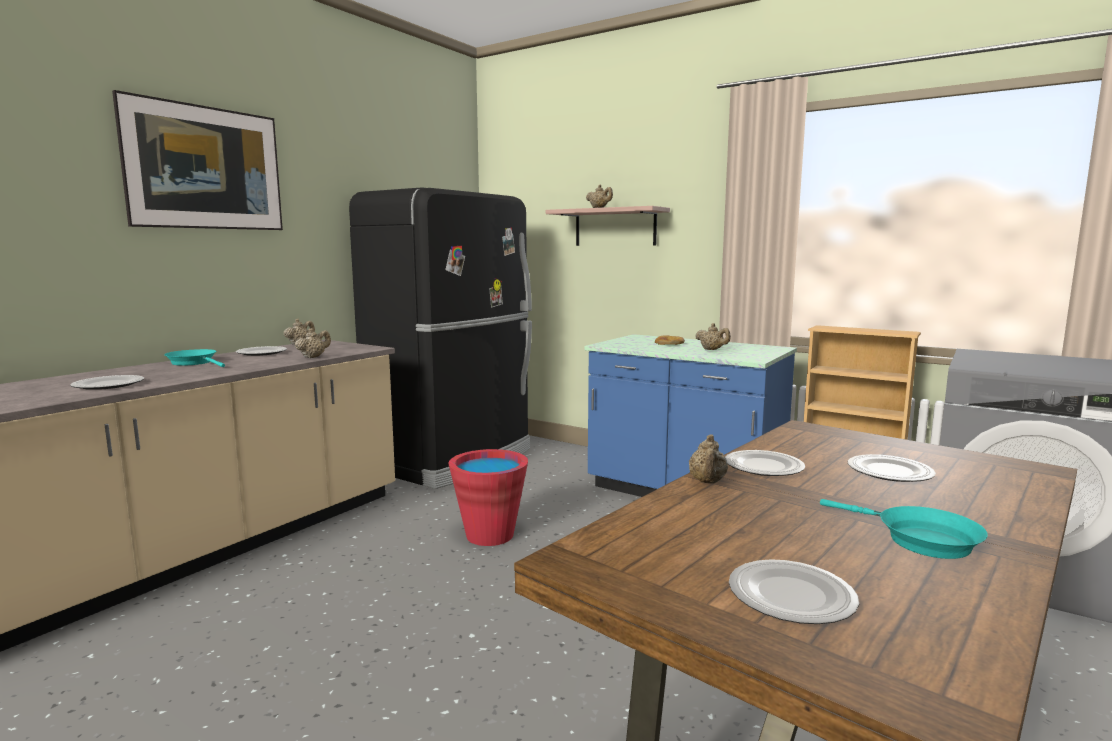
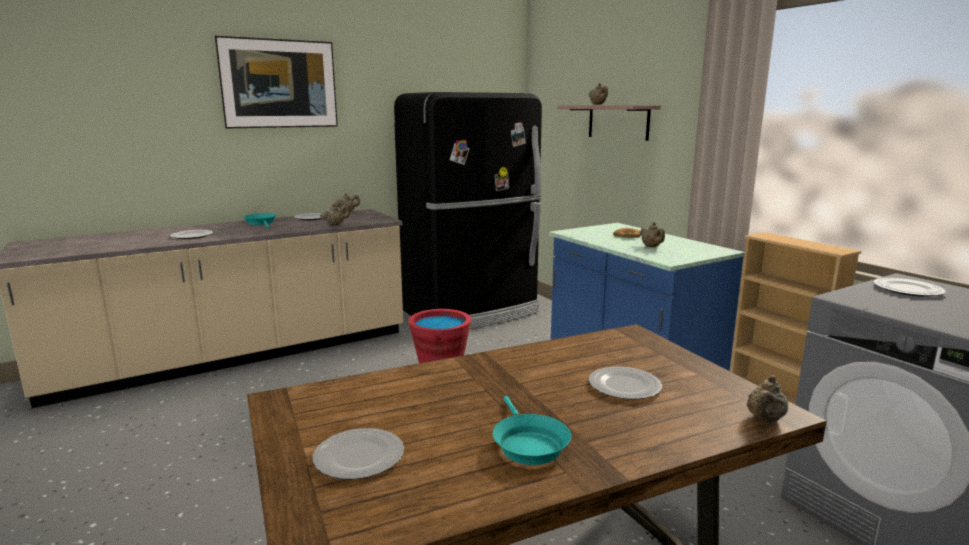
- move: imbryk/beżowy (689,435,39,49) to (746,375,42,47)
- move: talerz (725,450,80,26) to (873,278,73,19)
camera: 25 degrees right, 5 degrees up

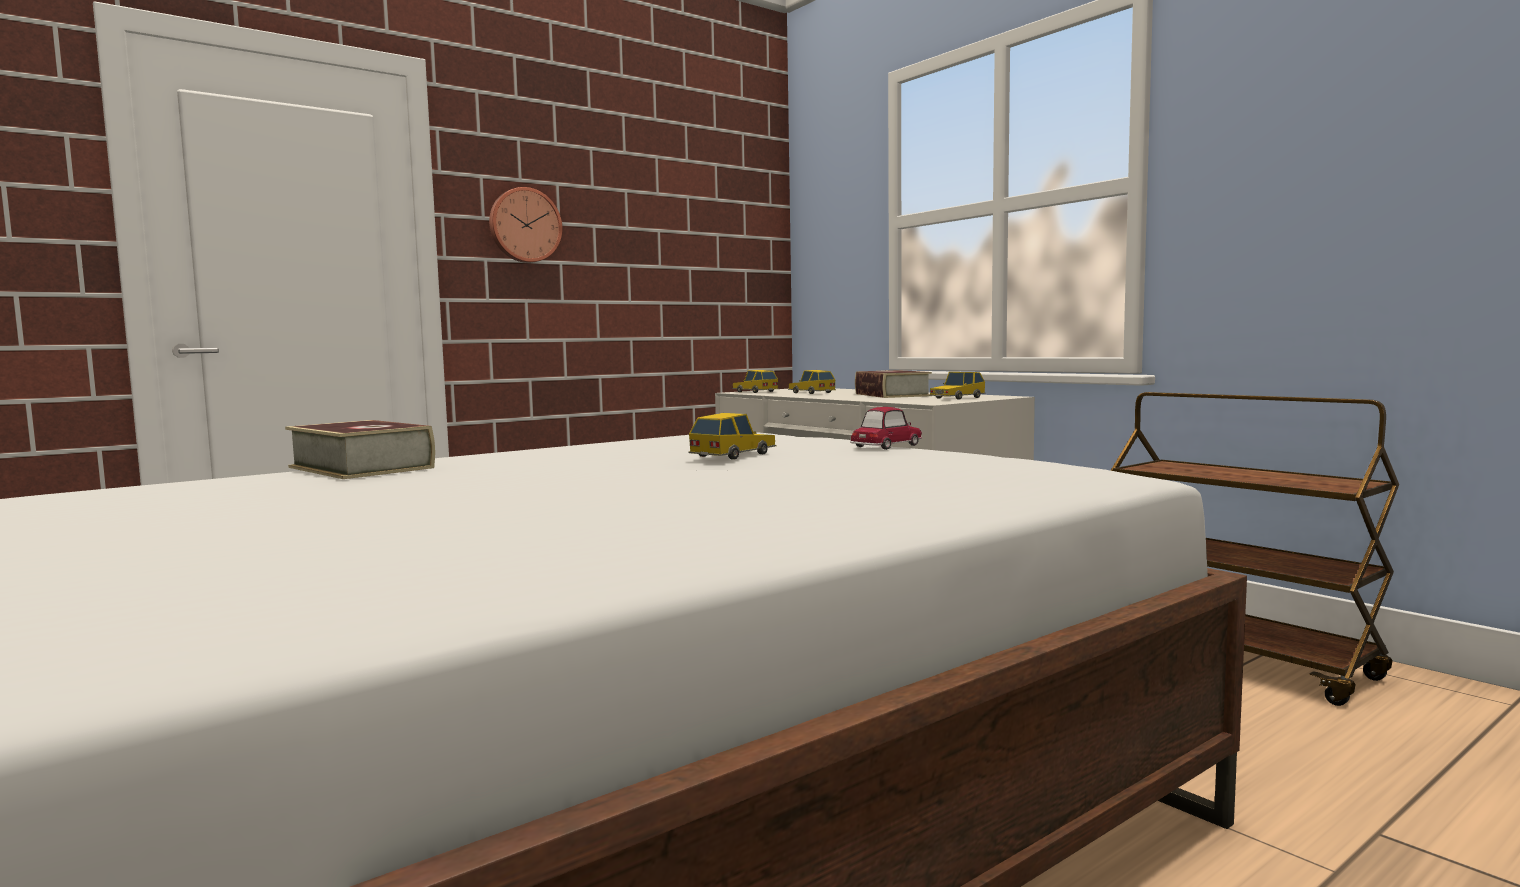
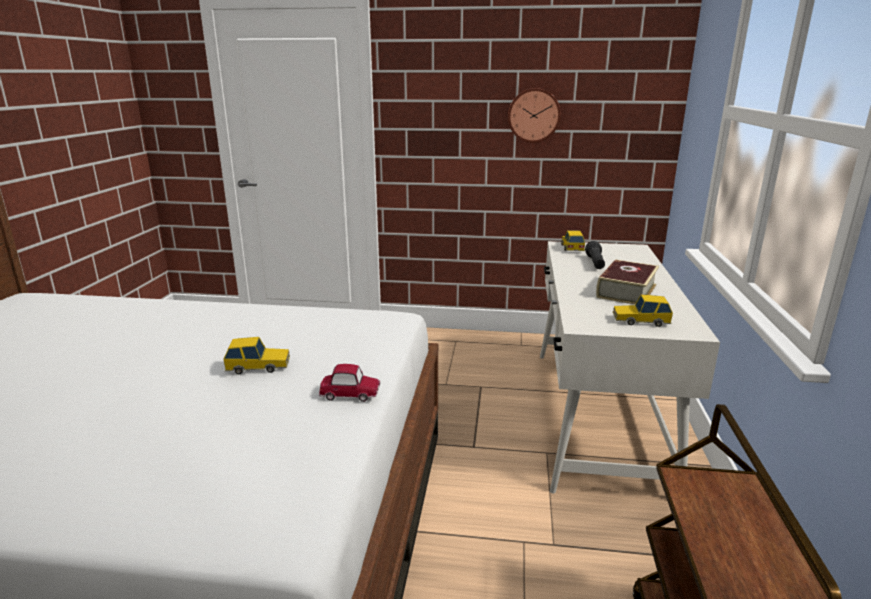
- delete: książka (285,420,150,59)
- move: zegar ścienny (489,187,73,76) to (508,88,53,55)
- replace: samochodzik (788,370,48,24) to latarka/czarny (585,241,20,28)
camera: 45 degrees right, 15 degrees up

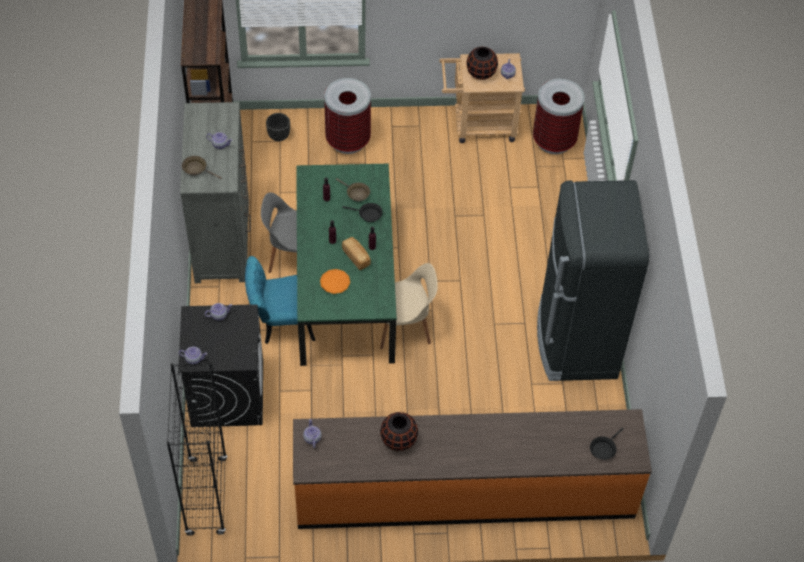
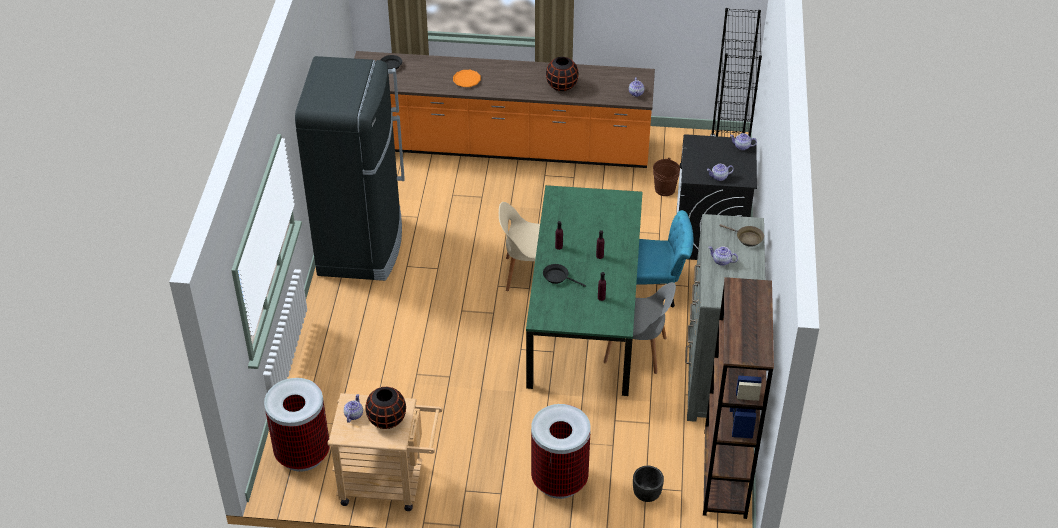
- move: talerz/pomarańczowy (320,269,30,25) to (453,70,28,17)
- delete: patelnia/brązowy (336,178,34,24)
- delete: chleb (342,237,29,33)
- insert: wiadro/brązowy (653,158,27,38)
camera: 170 degrees left, 10 degrees down

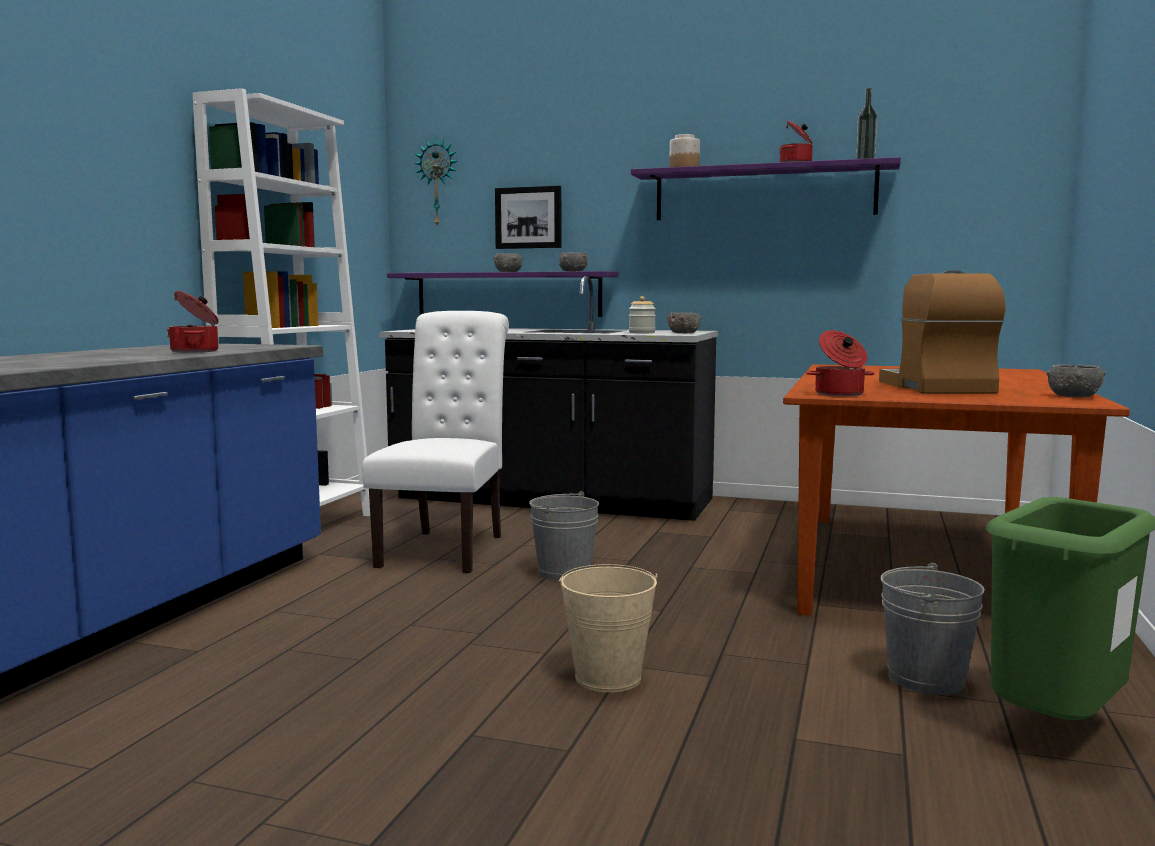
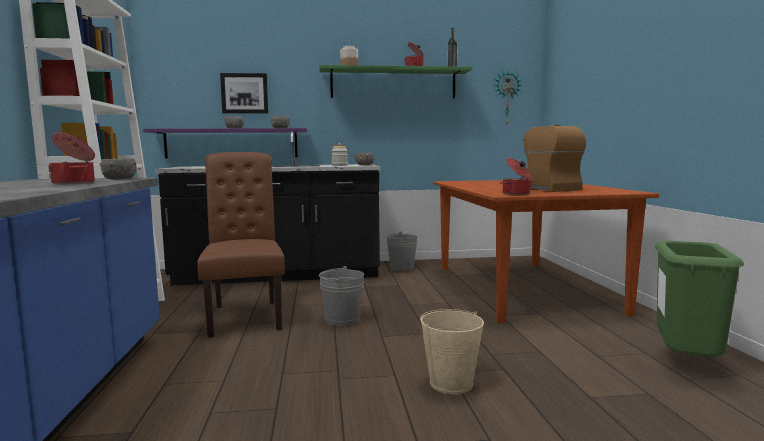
- recolor: krzesło/biały (362,311,147,262) to krzesło/brązowy (197,152,88,185)
- move: zegar ścienny (414,137,44,91) to (494,69,28,55)
- recolor: półka/fioletowy (631,157,270,63) to półka/zielony (320,65,152,33)
- move: wiadro/szary (880,563,105,132) to (386,231,32,40)
- move: miska/szary (1047,364,58,33) to (100,158,37,22)
camera: 25 degrees left, 0 degrees up

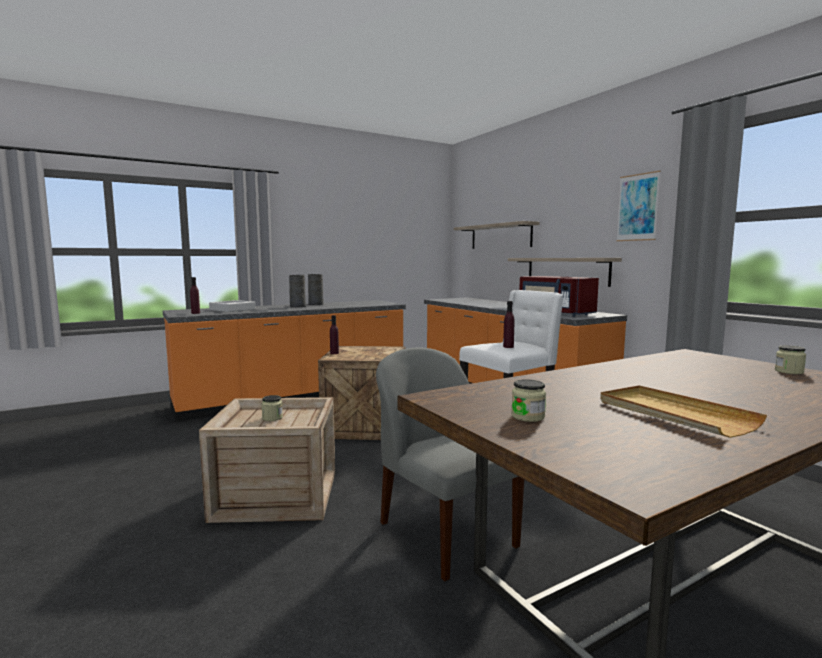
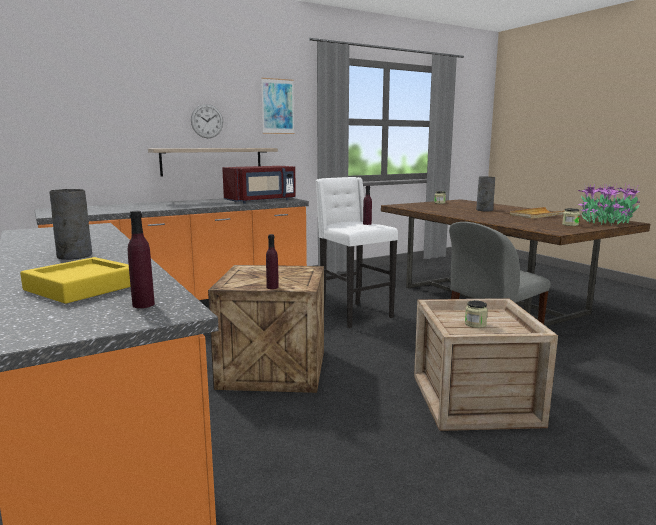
- recolor: taca/szary (209,300,46,12) to taca/żółty (20,257,111,47)
- move: wazon/szary (308,274,16,31) to (476,176,19,35)
- delete: półka (454,221,86,28)
- insert: zegar ścienny (191,104,32,34)
- insert: roślina doniczkowa (578,183,62,42)
camera: 90 degrees left, 5 degrees up

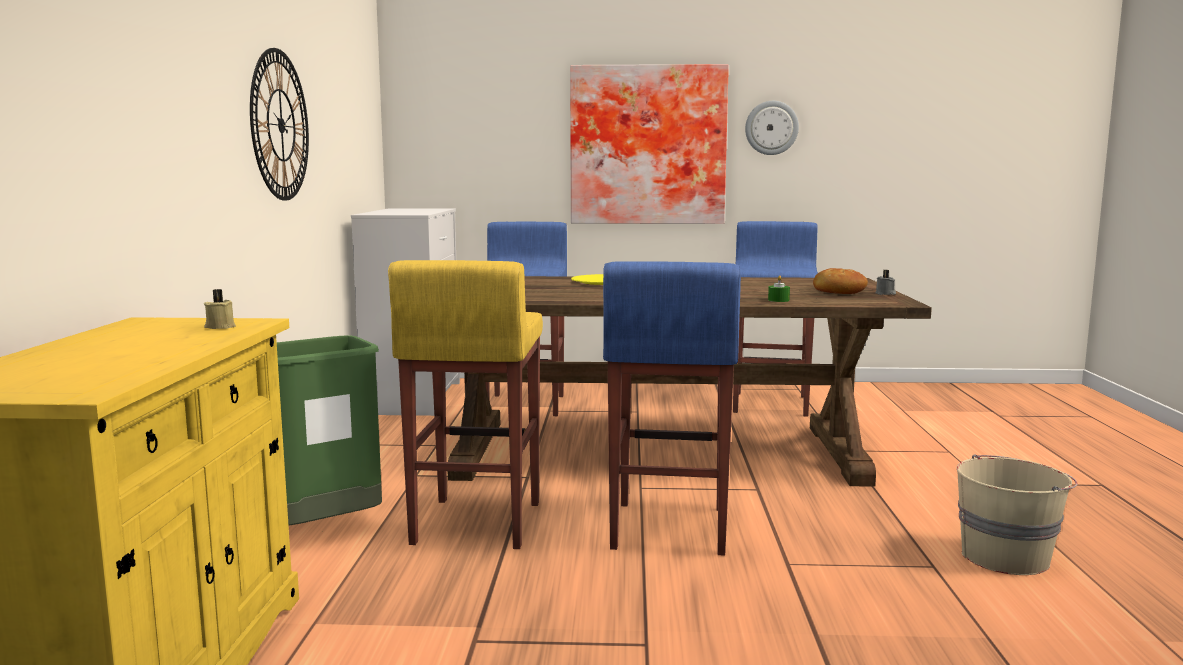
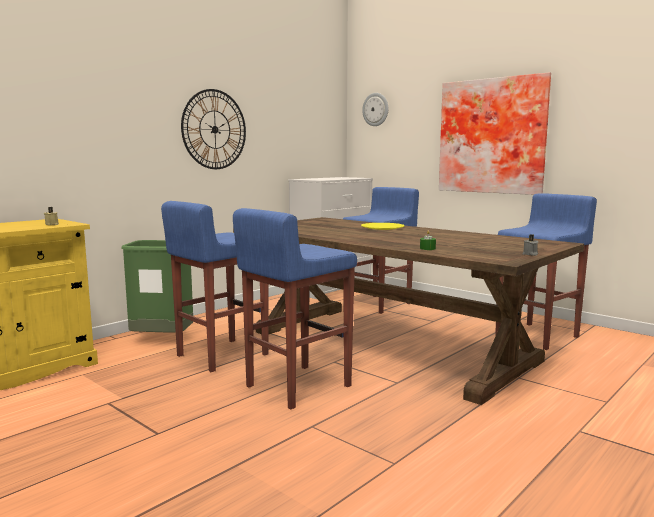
- recolor: stołek/żółty (388,260,155,289) to stołek/niebieski (161,201,108,171)
- move: zegar ścienny (745,101,54,54) to (362,93,27,33)
- delete: chleb (813,268,55,26)
- delete: wiadro/beżowy (956,454,121,121)
camera: 40 degrees right, 0 degrees up

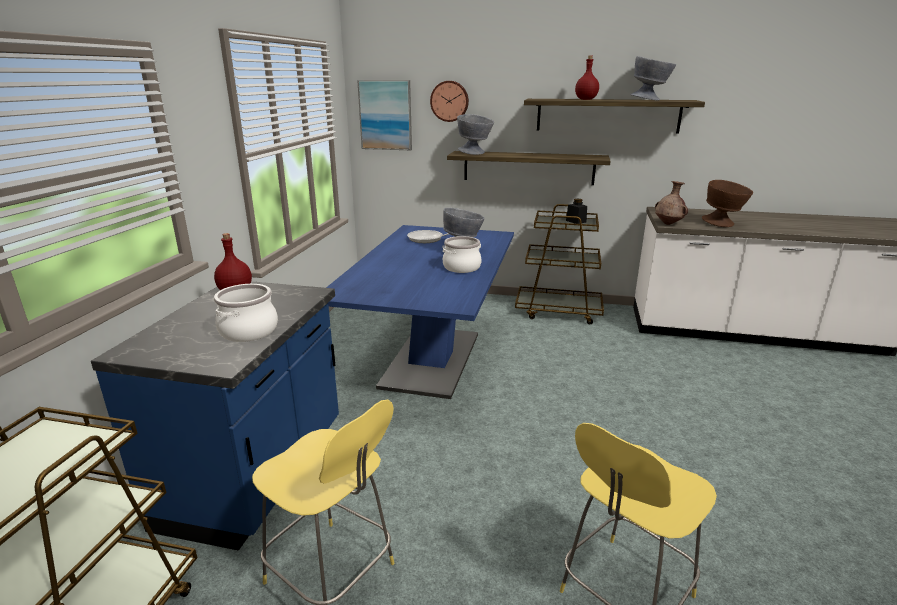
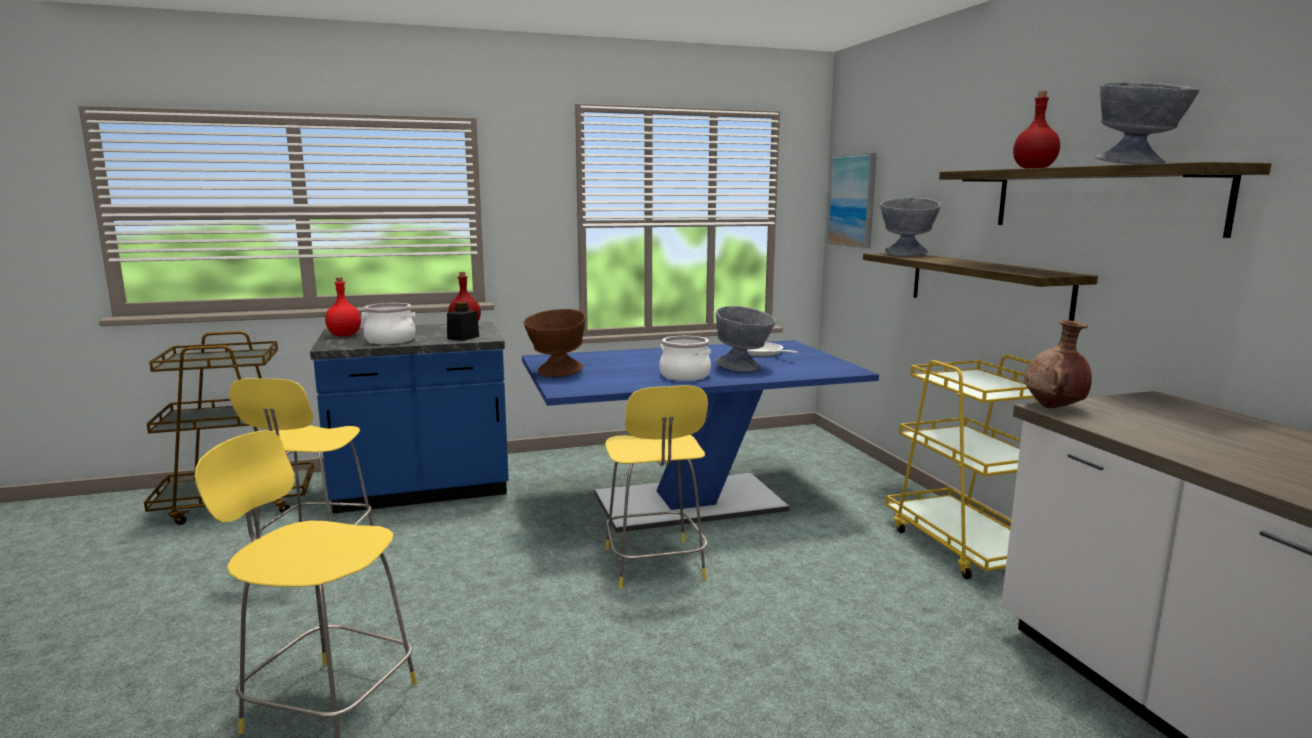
- delete: zegar ścienny (430,81,39,41)
- recolor: wózek/brązowy (515,204,89,120) to wózek/żółty (886,355,152,224)
- move: słoik/czarny (566,199,21,25) to (447,302,32,39)
- move: miska/brązowy (702,180,51,47) to (524,309,61,68)
- insert: butelka/czerwony (325,277,36,59)
- insert: stołek/żółty (605,385,103,204)
camera: 60 degrees right, 10 degrees down

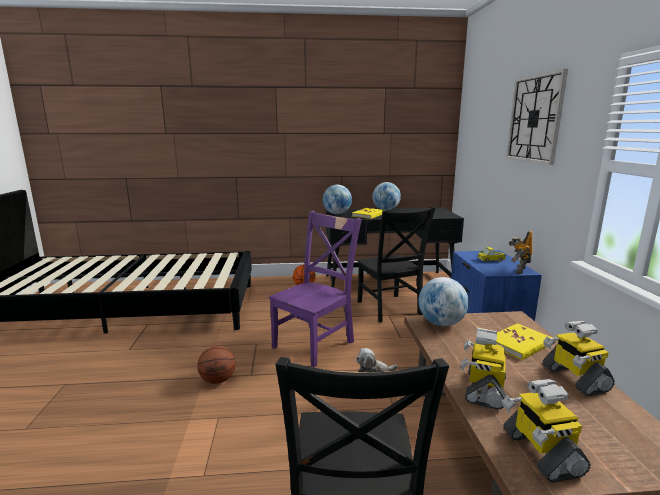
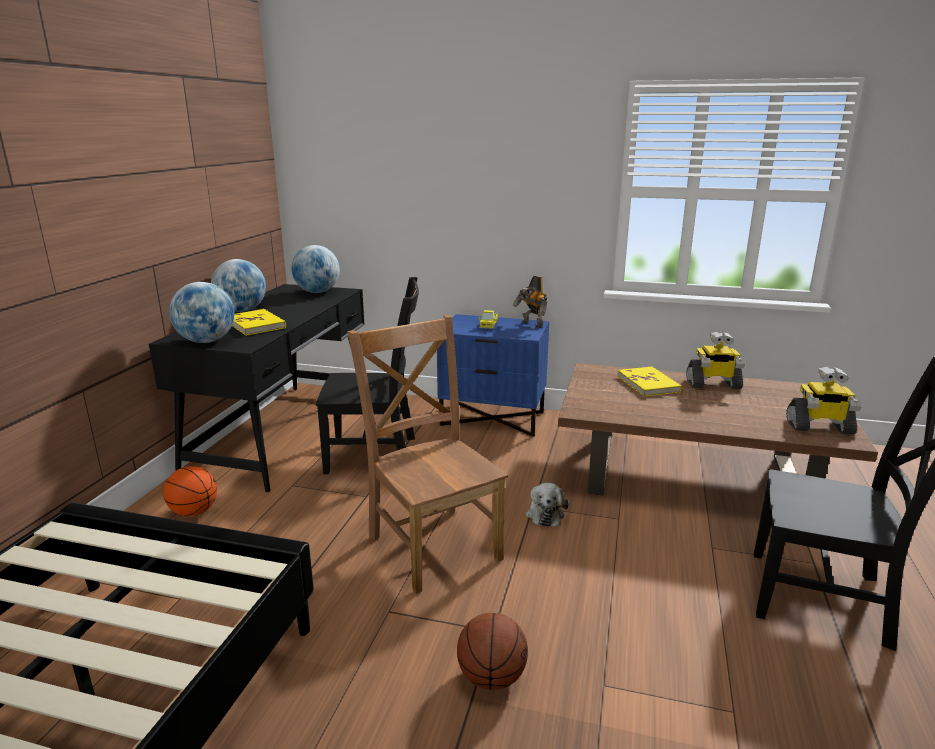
- recolor: krzesło/fioletowy (269,211,93,156) to krzesło/brązowy (347,315,161,279)
- move: globus (419,277,50,49) to (292,245,48,48)
- delete: robot zabawkowy (461,328,45,81)
- delete: zegar ścienny (506,69,62,96)
camera: 70 degrees left, 5 degrees up

